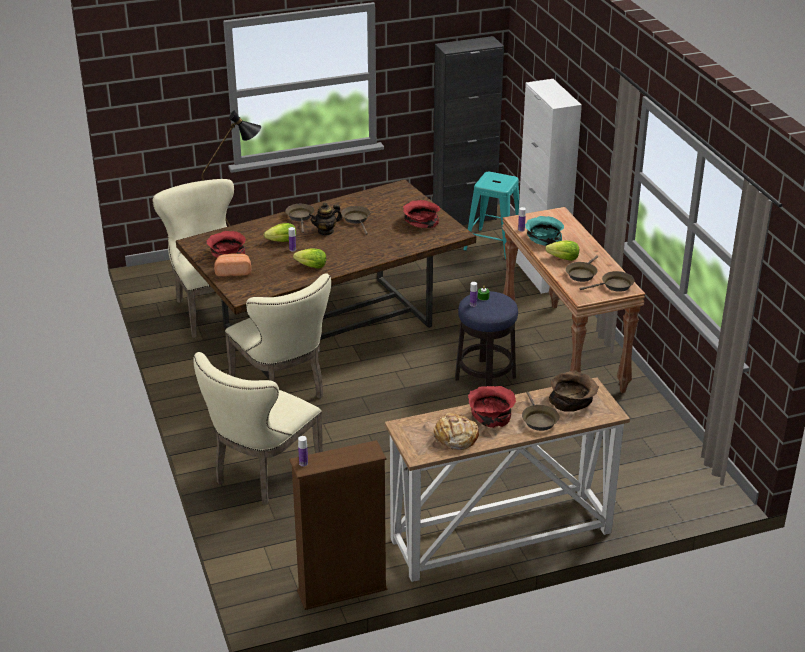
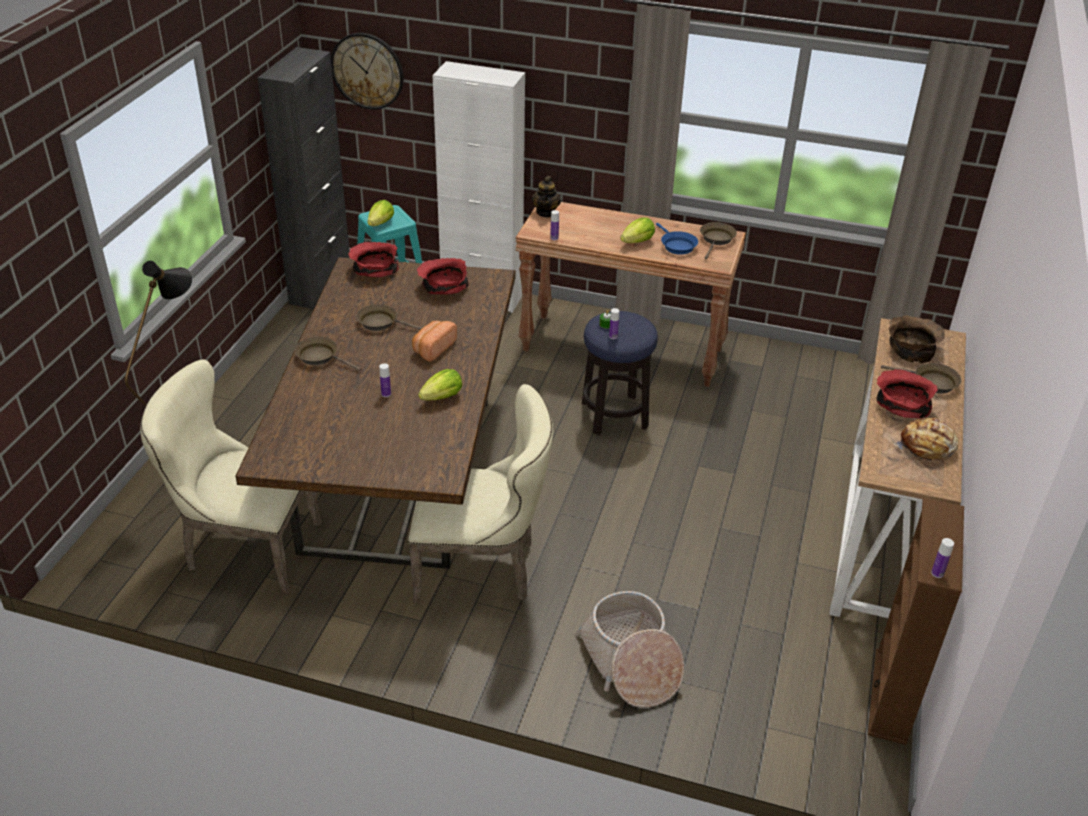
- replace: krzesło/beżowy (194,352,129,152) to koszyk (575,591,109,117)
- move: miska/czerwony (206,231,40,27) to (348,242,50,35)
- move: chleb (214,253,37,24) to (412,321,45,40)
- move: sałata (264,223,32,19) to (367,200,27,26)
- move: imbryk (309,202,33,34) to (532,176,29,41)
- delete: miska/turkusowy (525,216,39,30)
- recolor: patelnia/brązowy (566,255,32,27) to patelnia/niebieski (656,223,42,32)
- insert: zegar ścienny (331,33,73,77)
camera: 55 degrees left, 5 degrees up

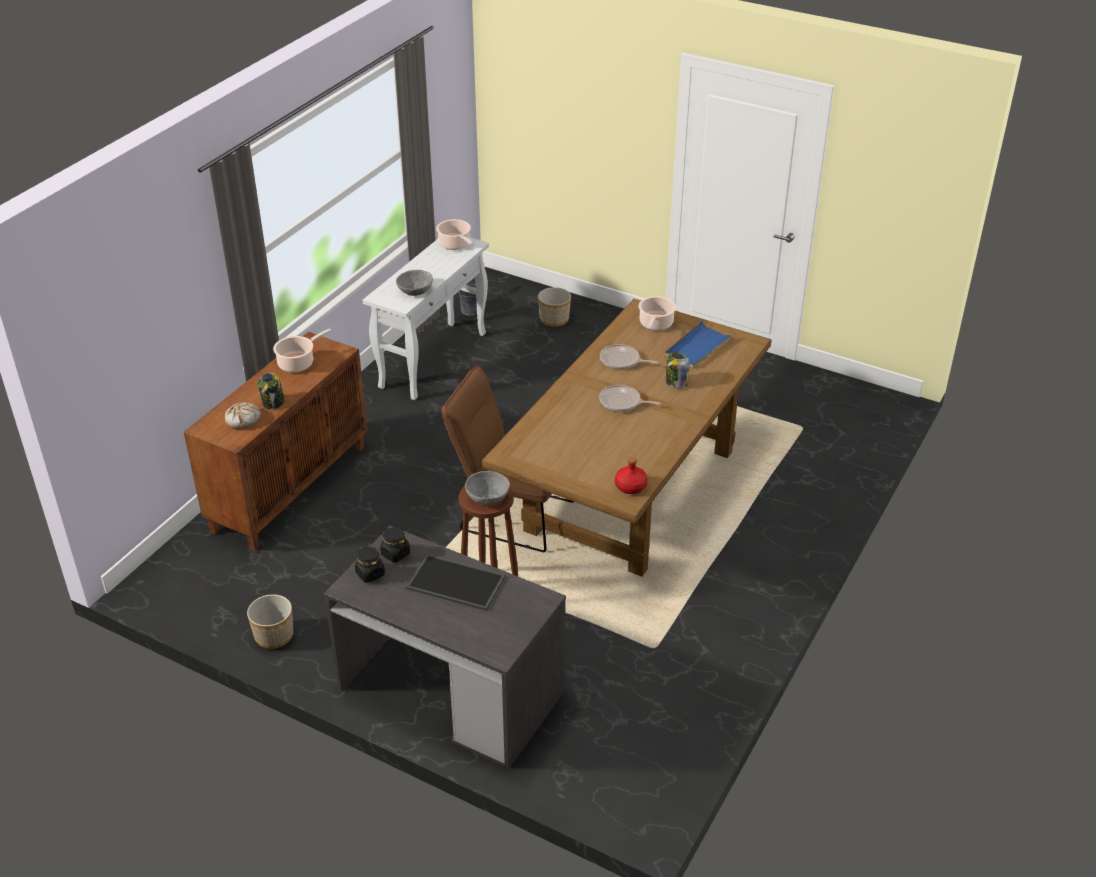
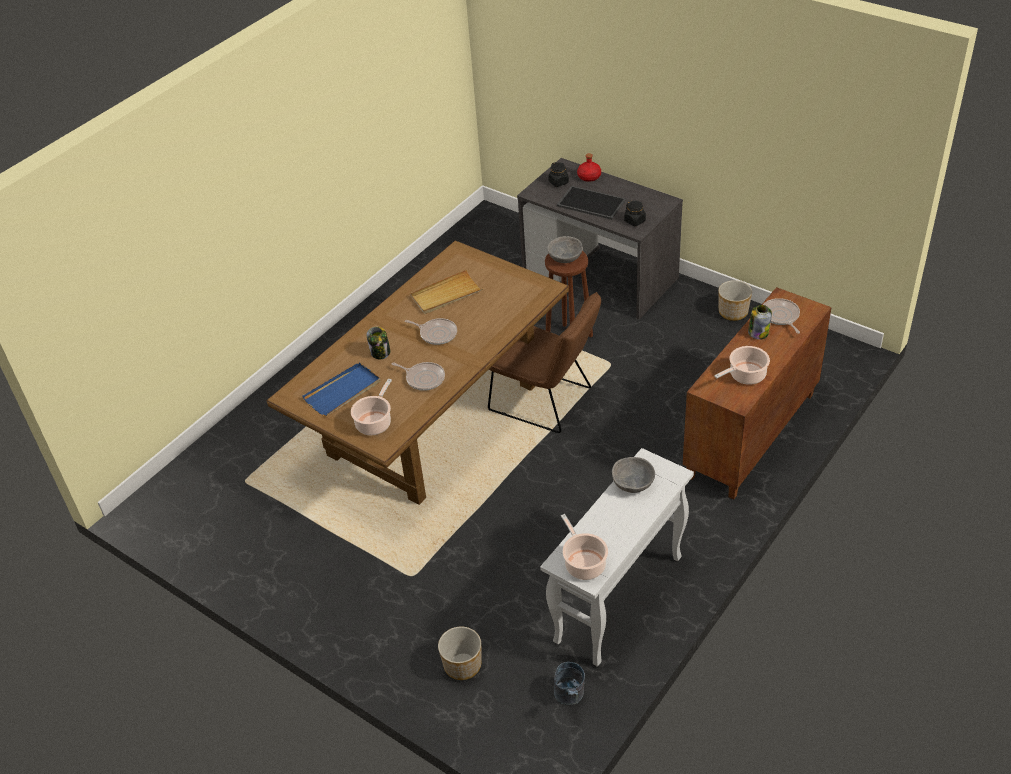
- replace: chleb (225,402,36,27) to patelnia (763,298,37,36)
- move: słoik/czarny (355,547,30,36) to (548,162,21,25)
- move: butelka/czerwony (615,457,33,37) to (577,153,24,29)
- insert: taca/beżowy (410,269,73,45)
camera: 170 degrees left, 5 degrees up

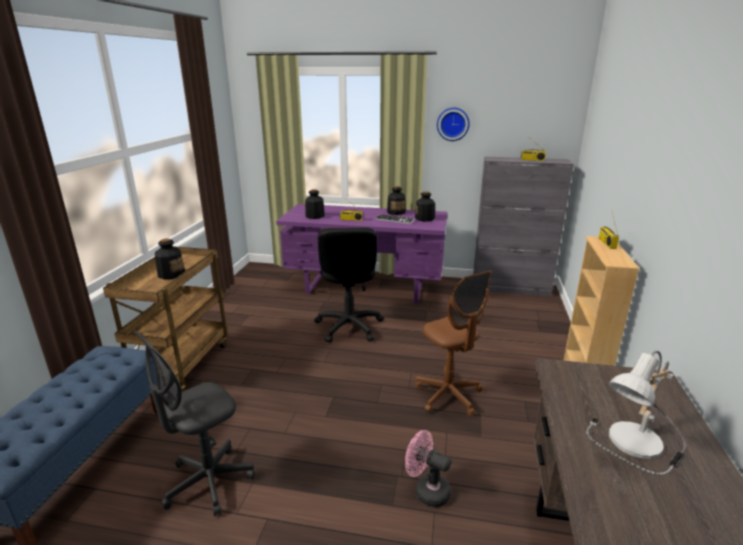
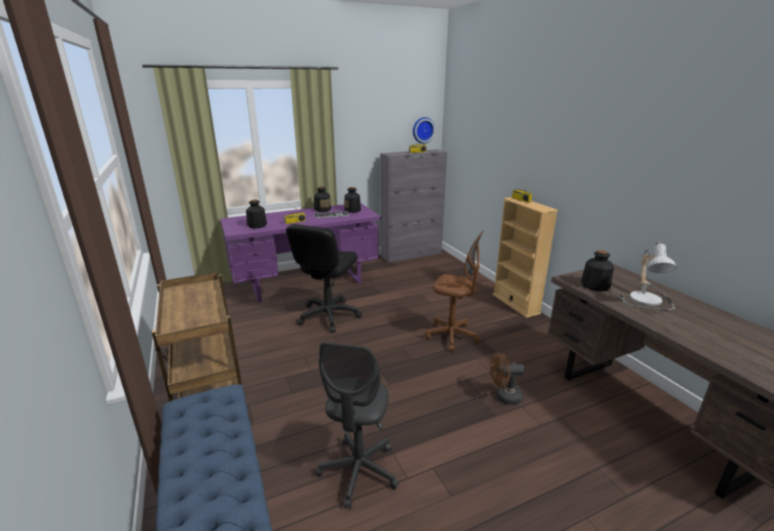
- move: butelka (155,238,30,41) to (581,250,33,41)
- rotate: krzesło biurowe/czarny (314,227,70,116) = (286,224,76,109) 60 degrees clockwise
- recolor: wentylator/różowy (405,430,46,77) to wentylator/brązowy (490,353,35,52)
- move: zegar ścienny (437,108,33,33) to (413,117,22,27)
camera: 35 degrees left, 0 degrees up

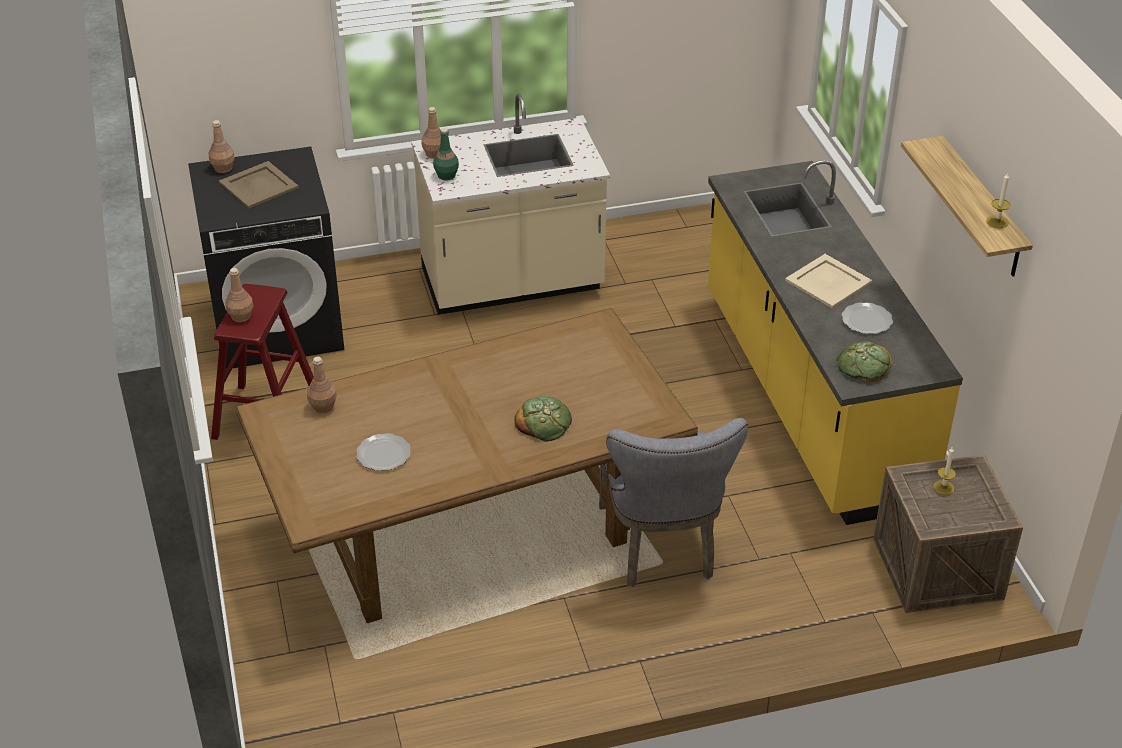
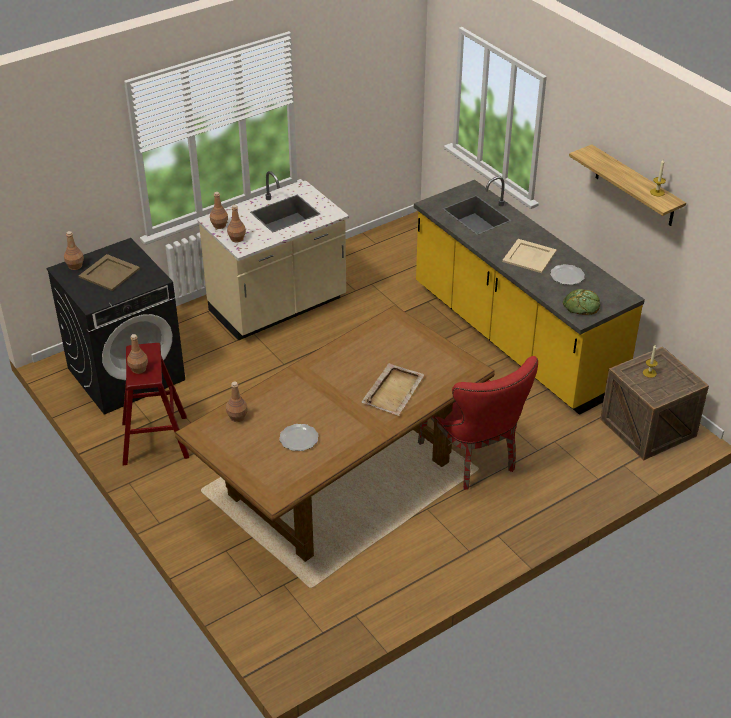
- recolor: butelka/zielony (433,128,26,52) to butelka/brązowy (227,205,19,37)
- replace: chleb (514,396,58,46) to taca/beżowy (362,363,63,53)
- recolor: krzesło/szary (599,418,149,169) to krzesło/czerwony (418,356,120,134)
camera: 20 degrees left, 0 degrees up

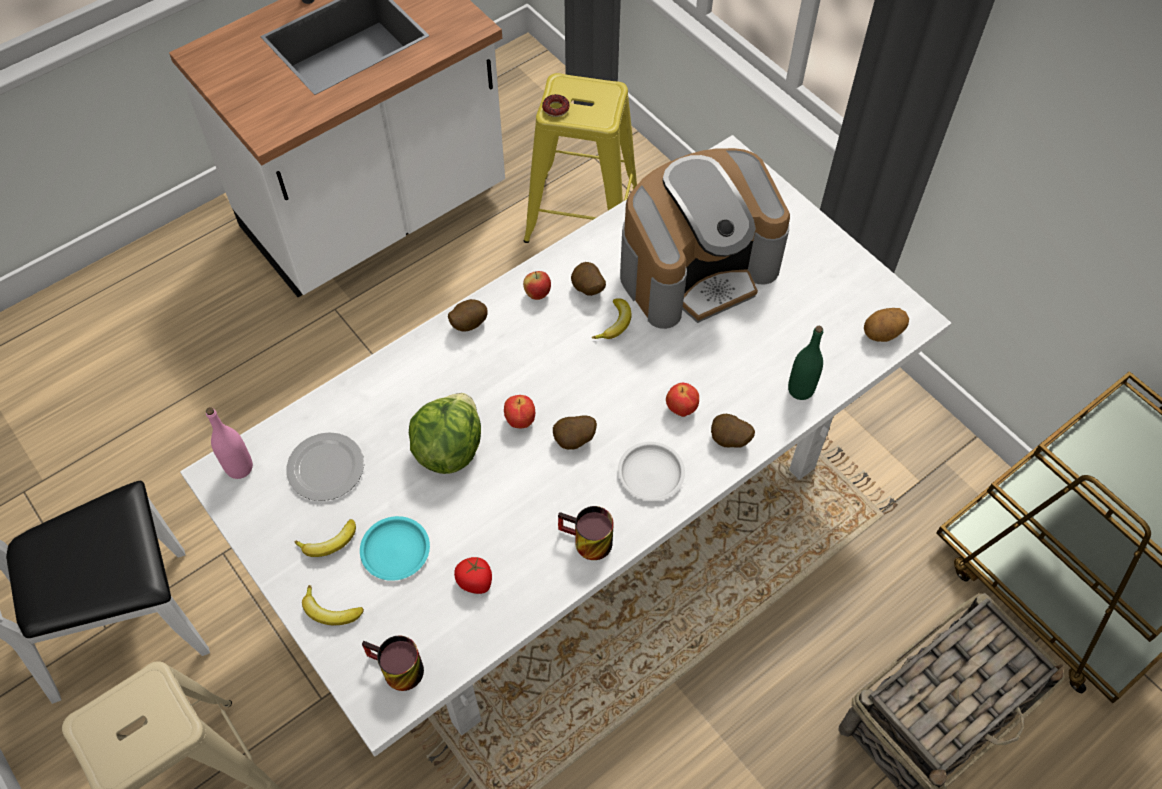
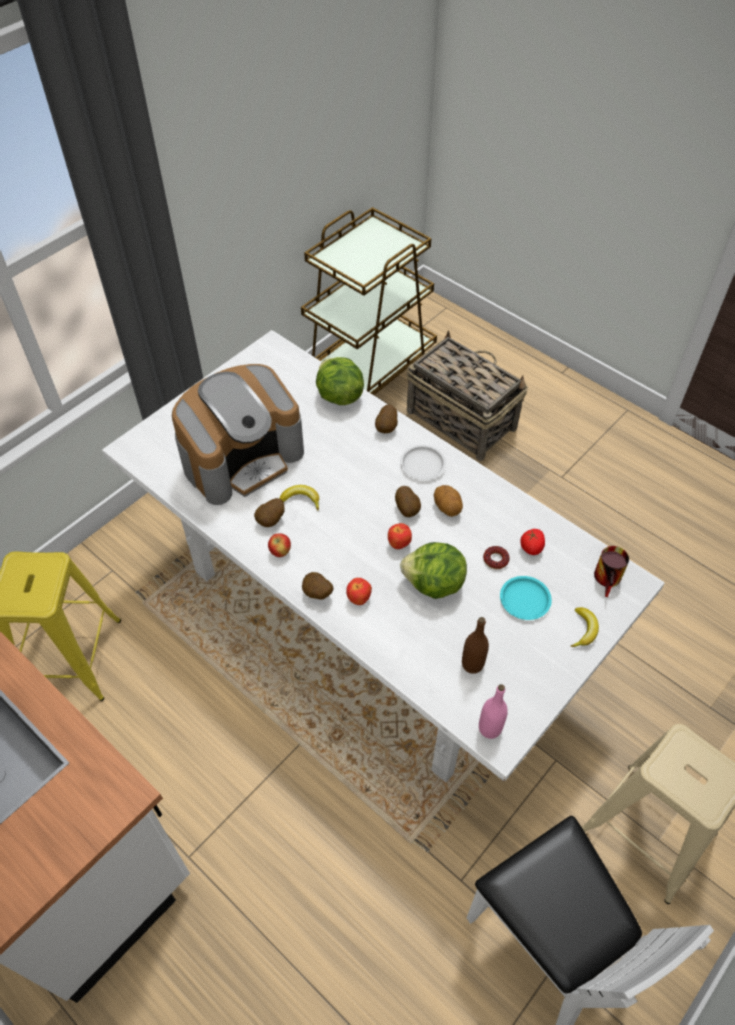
- replace: talerz (286,432,78,69) to butelka/brązowy (462,617,27,57)
- delete: banan (295,519,61,38)
- move: donut (542,94,28,23) to (483,546,27,23)
- delete: kubek (558,506,56,54)
- rotate: ekspres do kawy (620,148,170,181) = (172,364,132,141) 90 degrees clockwise
- move: jabłko (666,383,33,34) to (346,578,26,27)
- replace: butelka/zielony (788,326,35,74) to sałata (316,357,48,48)
- move: ziemniak (864,308,45,34) to (434,485,29,32)
camera: 100 degrees left, 5 degrees down

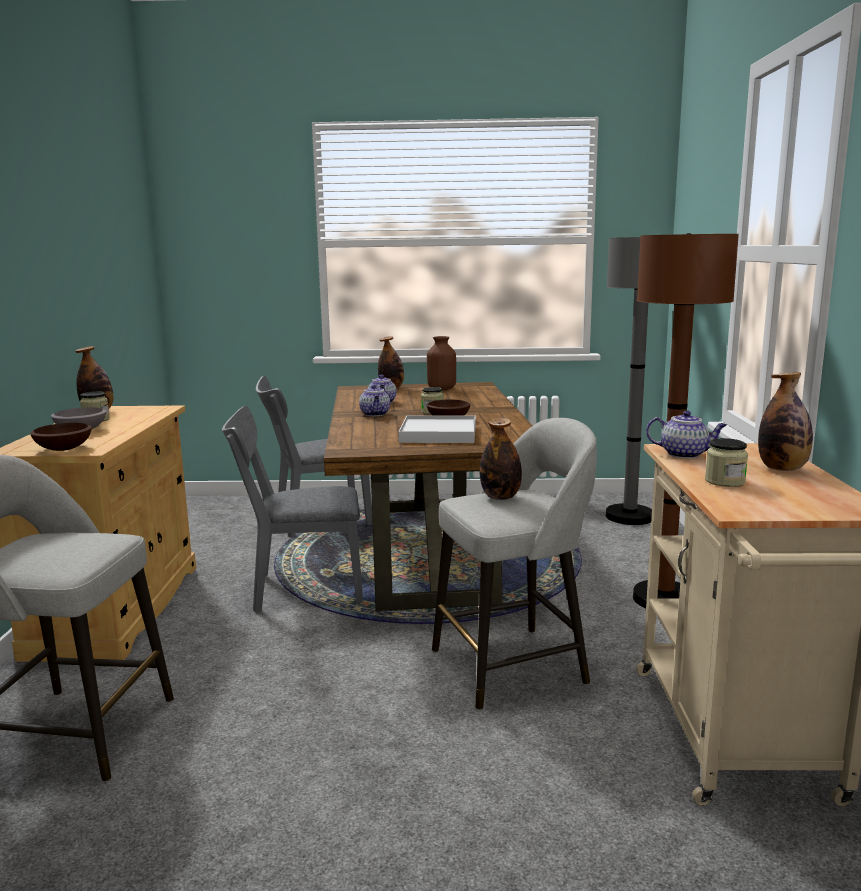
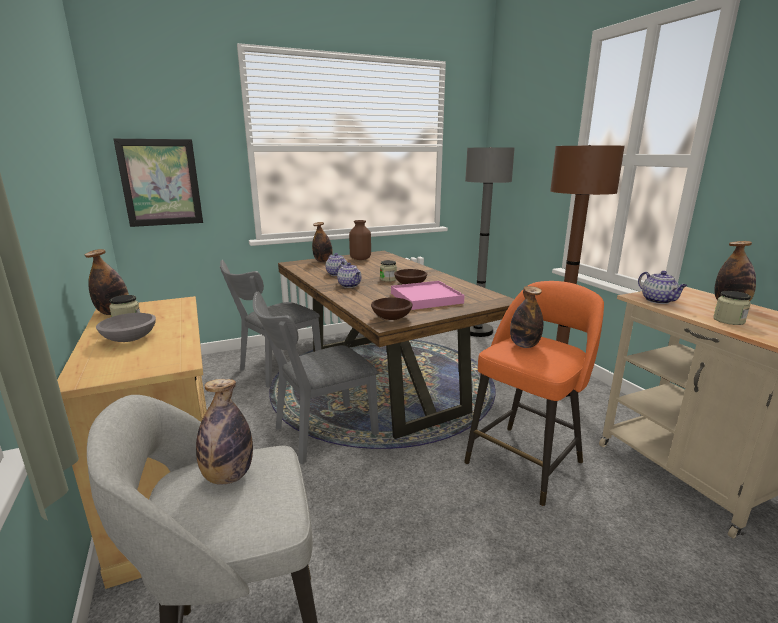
- move: miska/brązowy (30,423,62,28) to (371,297,42,23)
- recolor: taca/biały (399,415,77,28) to taca/różowy (391,281,74,29)
- recolor: stołek/szary (432,418,165,292) to stołek/pomarańczowy (464,281,140,225)
- rotate: imbryk (646,410,81,49) = (638,271,49,33) 75 degrees clockwise
- insert: obraz (114,139,89,88)
- insert: butelka (196,379,57,106)
camera: 25 degrees left, 5 degrees up

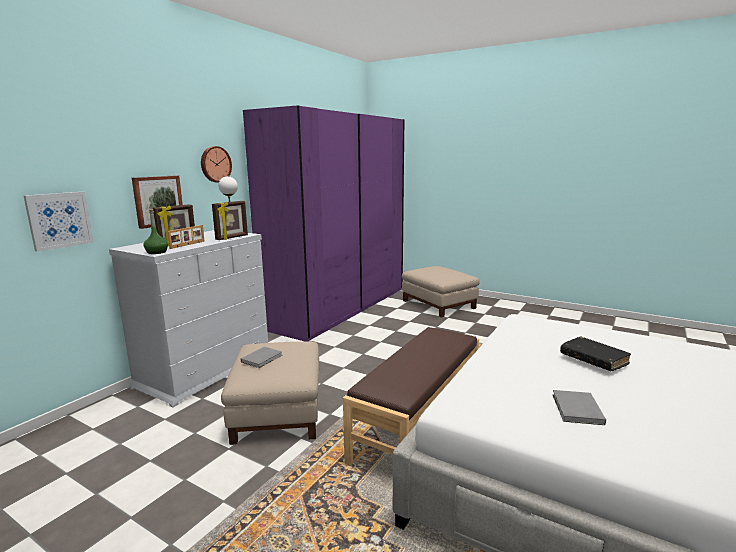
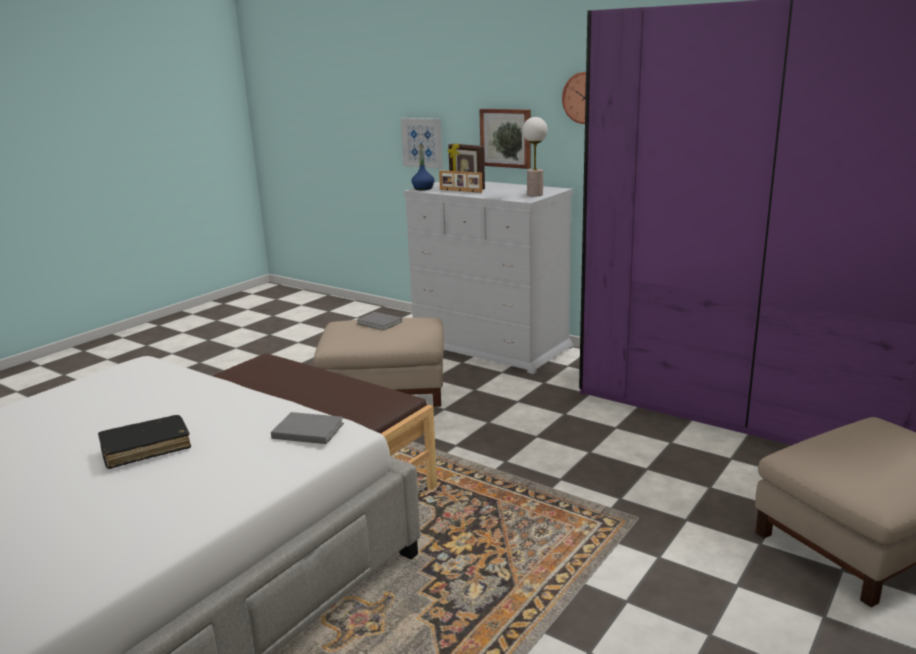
- recolor: butelka/zielony (143,209,25,45) to butelka/niebieski (411,144,23,46)
- delete: ramka na zdjęcie (212,201,36,39)
- move: książka/szary (553,390,53,35) to (271,412,73,32)
camera: 95 degrees right, 5 degrees up

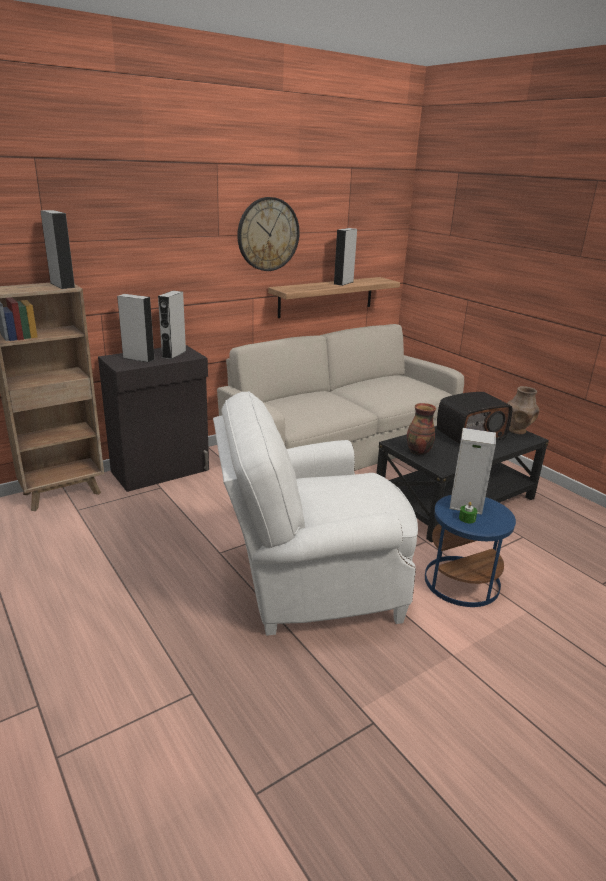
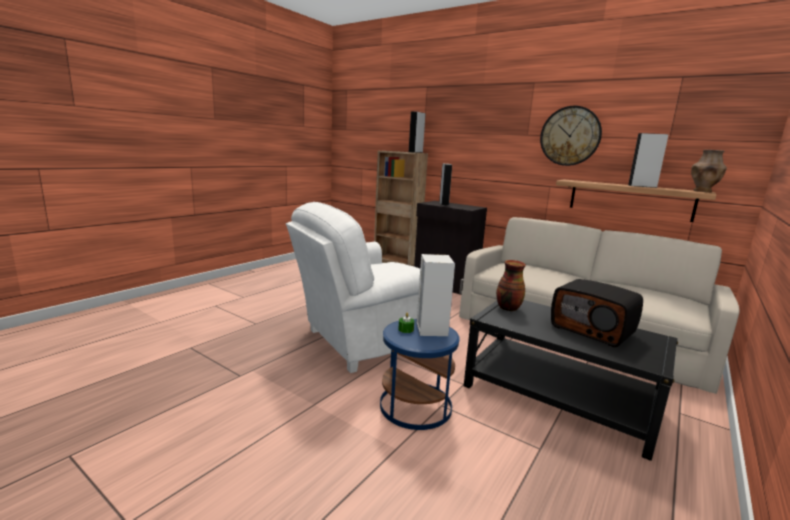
- delete: głośnik/szary (158,291,28,68)
- rotate: fotel/biały (213,391,205,245) = (286,202,134,171) 90 degrees counterclockwise
- move: wazon/brązowy (507,386,32,48) to (691,150,36,42)
camera: 70 degrees right, 10 degrees down

